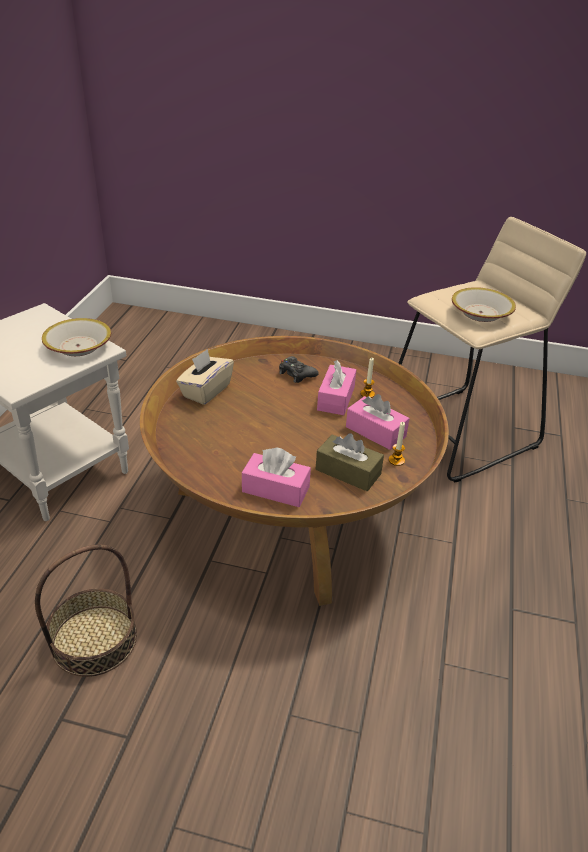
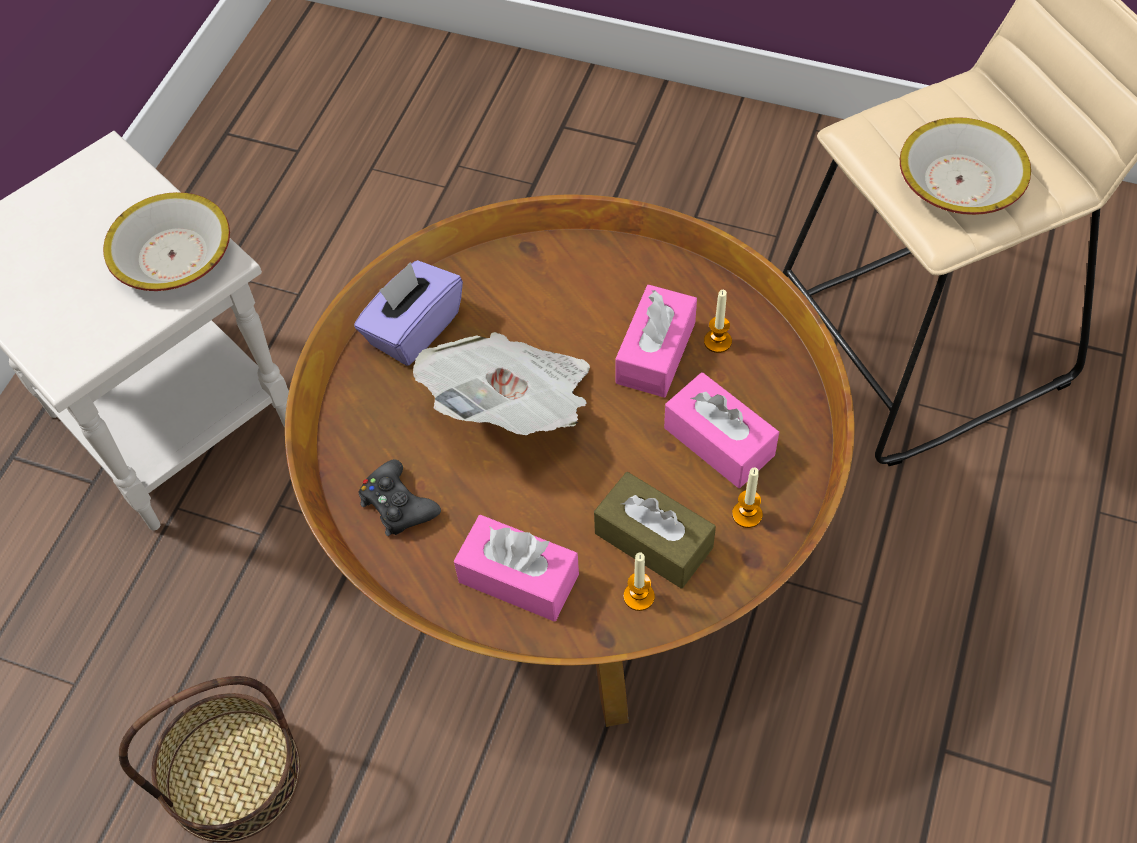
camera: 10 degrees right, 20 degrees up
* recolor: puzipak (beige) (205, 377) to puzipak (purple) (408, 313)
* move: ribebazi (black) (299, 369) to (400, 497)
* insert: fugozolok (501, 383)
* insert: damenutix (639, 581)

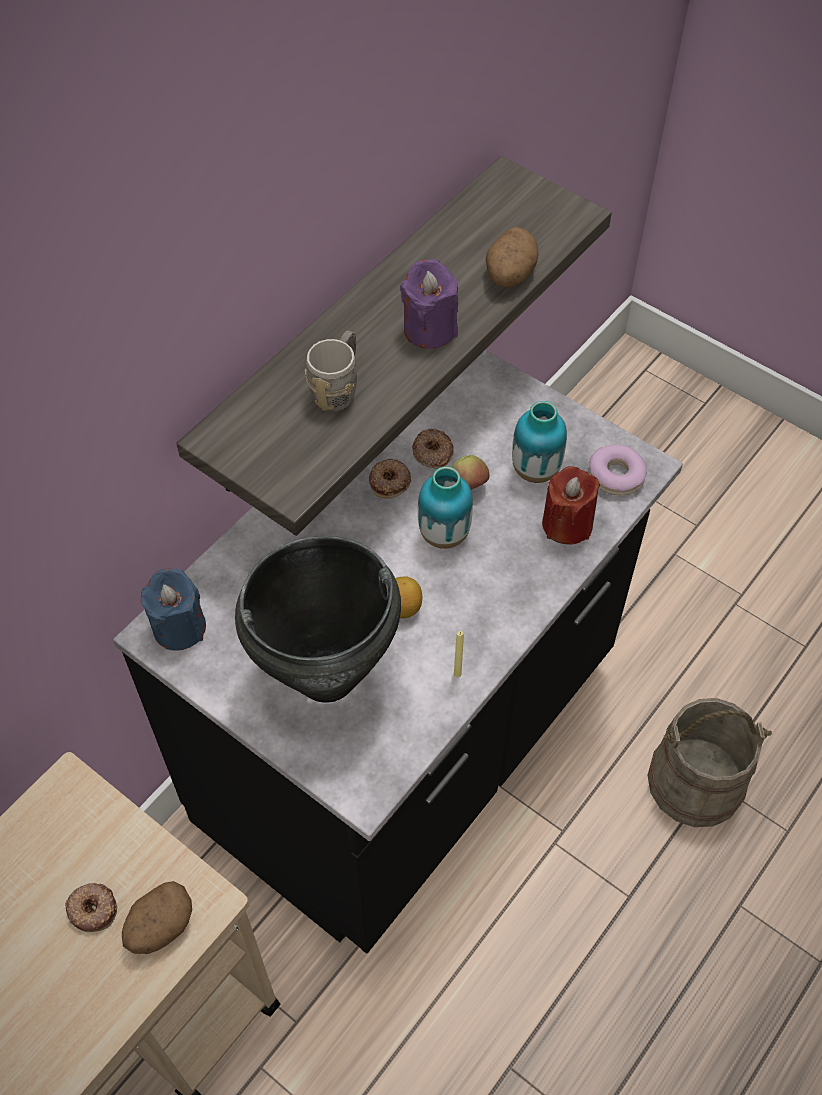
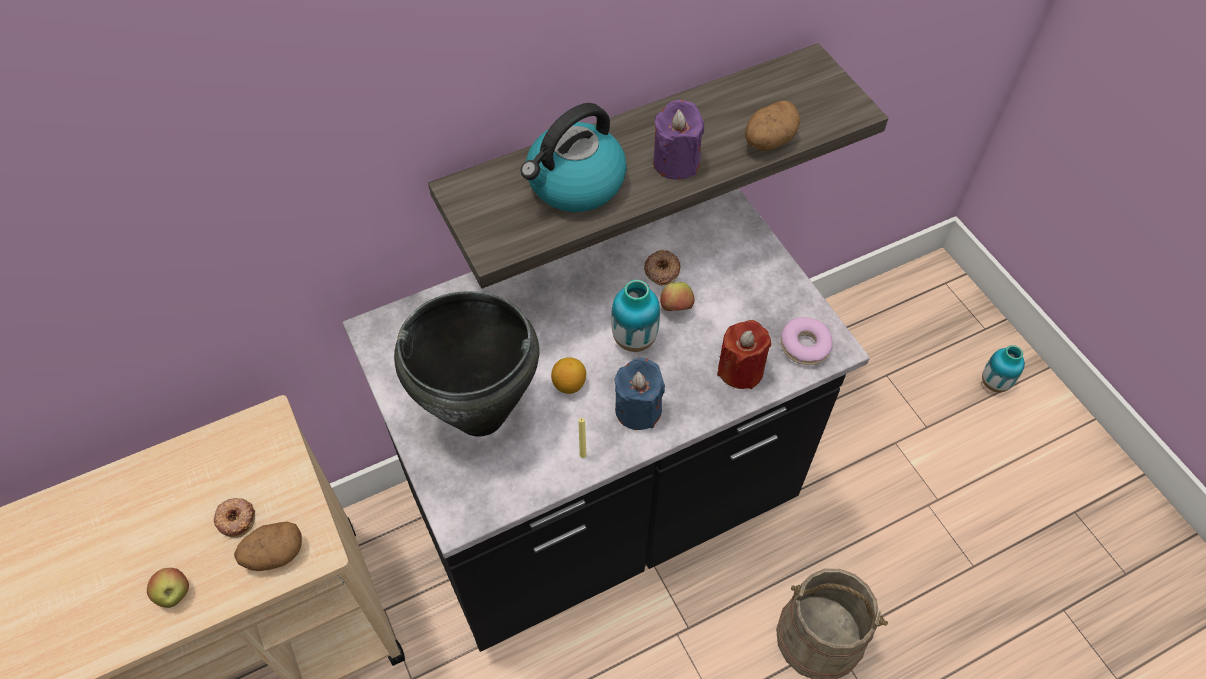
camera: 25 degrees right, 0 degrees up
* move: damenutix (blue) (173, 609) to (639, 394)
* replace: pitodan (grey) (331, 370) to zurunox (574, 157)
* delete: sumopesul (390, 478)
* move: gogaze (539, 442) to (1003, 369)
* insert: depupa (168, 588)

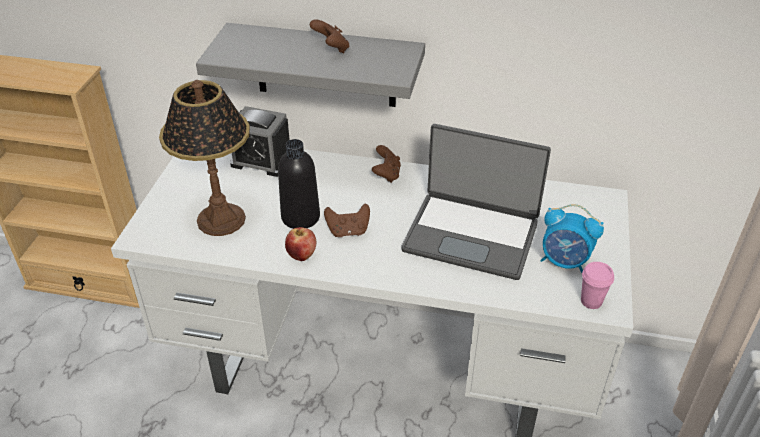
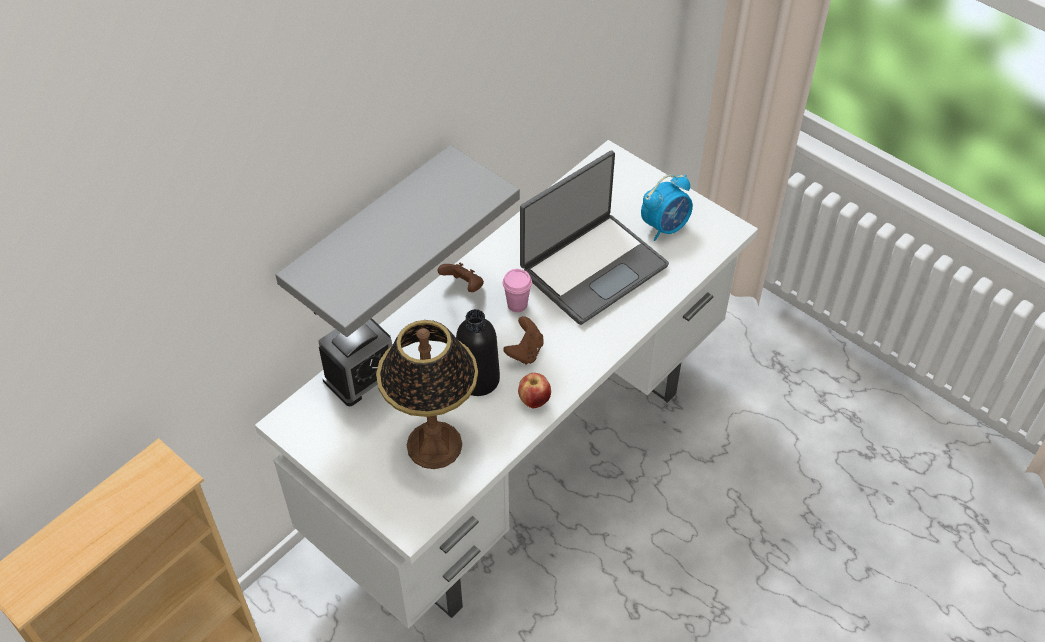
camera: 60 degrees left, 10 degrees up
* delete: ribebazi (brown) (329, 36)
* move: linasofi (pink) (597, 285) to (517, 290)

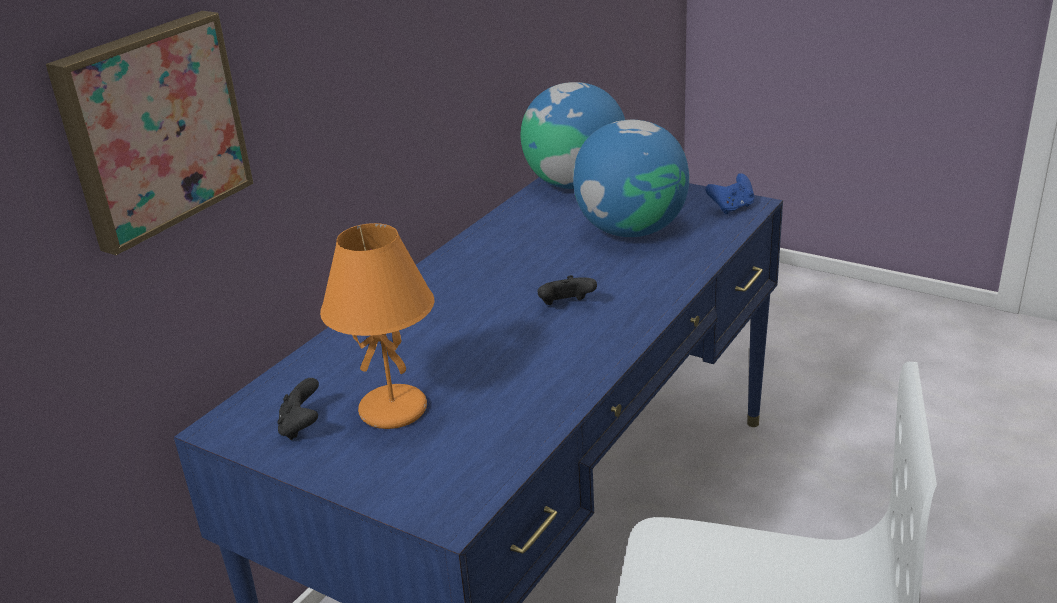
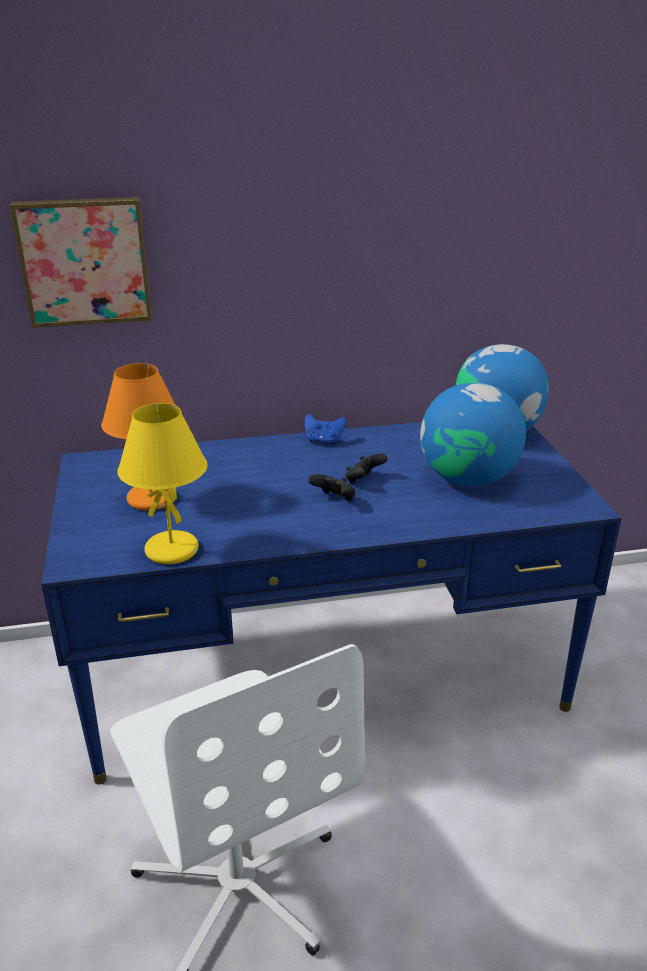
camera: 45 degrees right, 0 degrees up
* move: ribebazi (black) (298, 409) to (366, 468)
* move: ribebazi (blue) (730, 193) to (325, 429)
* insert: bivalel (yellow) (163, 483)

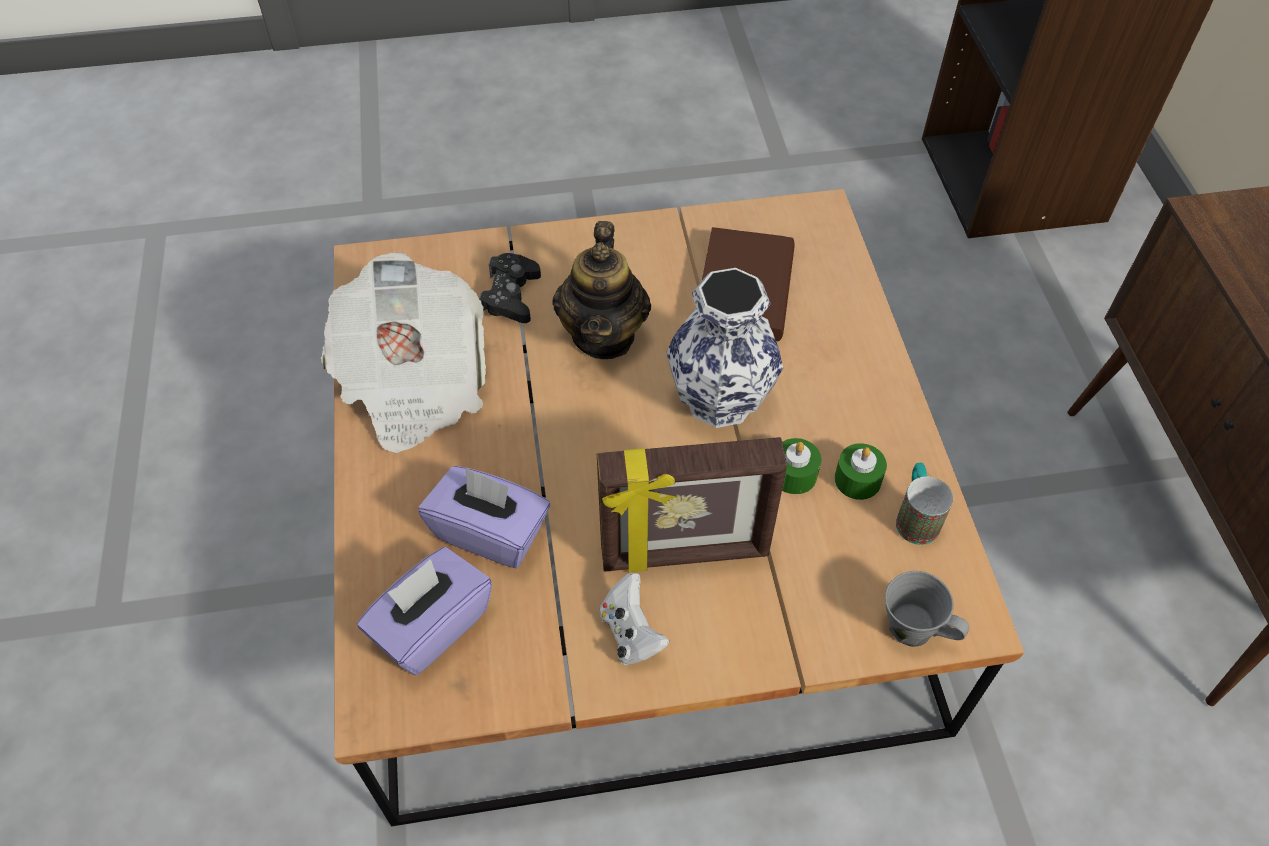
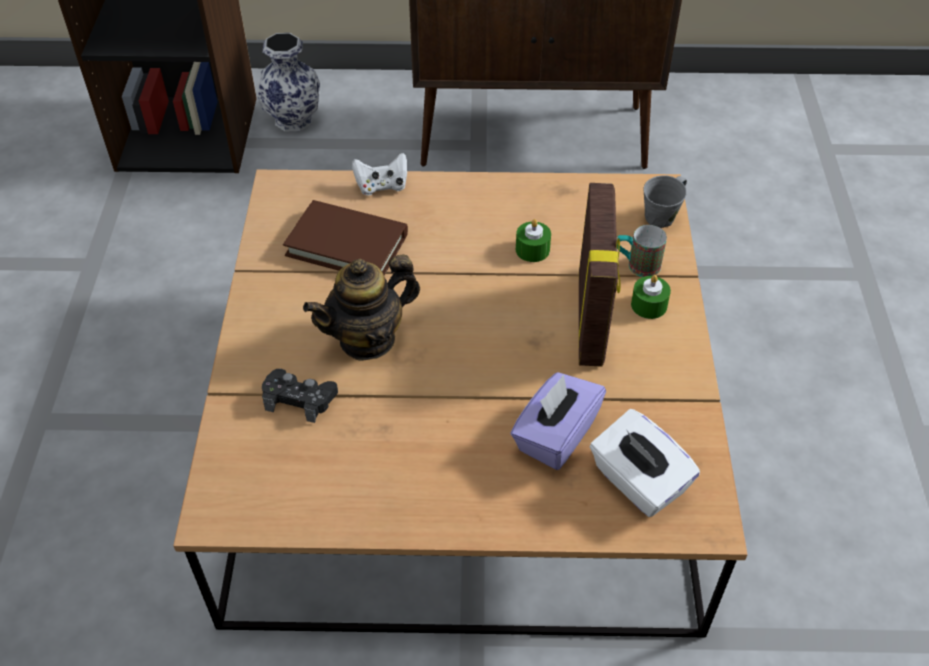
camera: 80 degrees left, 5 degrees down
* delete: fugozolok (403, 352)
* recolor: puzipak (purple) (424, 611) to puzipak (white) (645, 463)
* rotate: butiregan (602, 290) = (361, 308) 135 degrees clockwise
* move: ribebazi (white) (634, 619) to (379, 174)
* move: gogaze (724, 348) to (289, 82)
* move: damenutix (green) (860, 471) to (651, 297)
* move: pitodan (924, 504) to (642, 251)

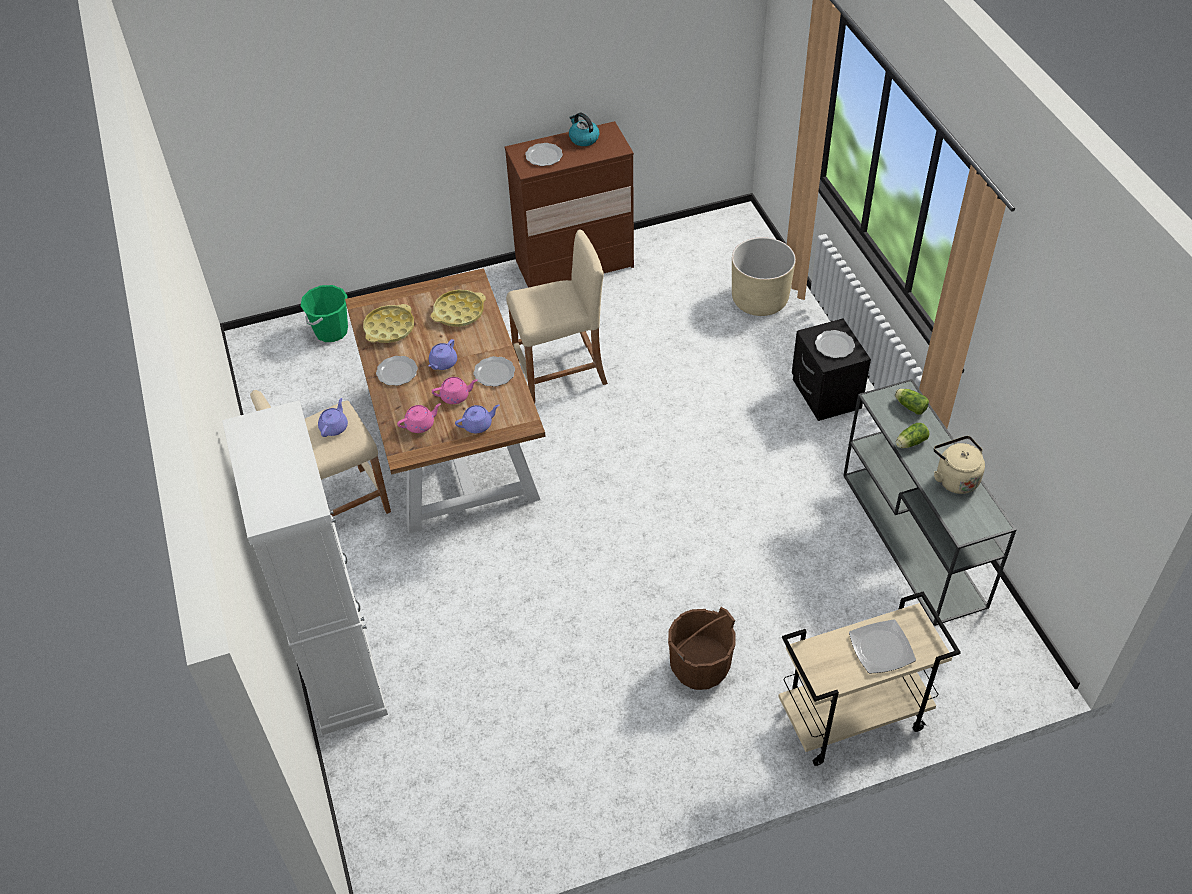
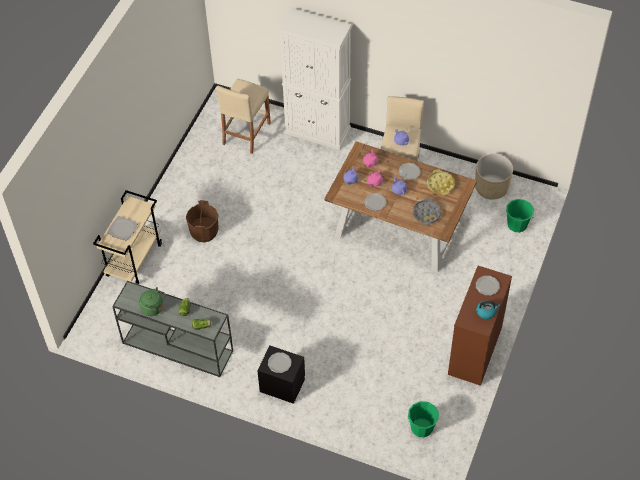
camera: 130 degrees right, 5 degrees up
* recolor: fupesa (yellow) (458, 308) to fupesa (grey) (427, 211)
* move: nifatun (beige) (557, 316) to (243, 116)
* move: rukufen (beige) (764, 276) to (494, 177)
* recolor: zurunox (beige) (959, 465) to zurunox (green) (152, 301)
* insert: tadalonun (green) (423, 419)

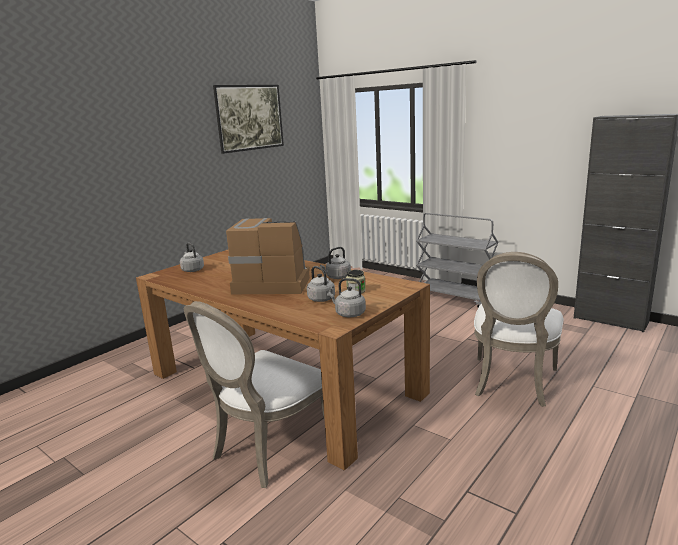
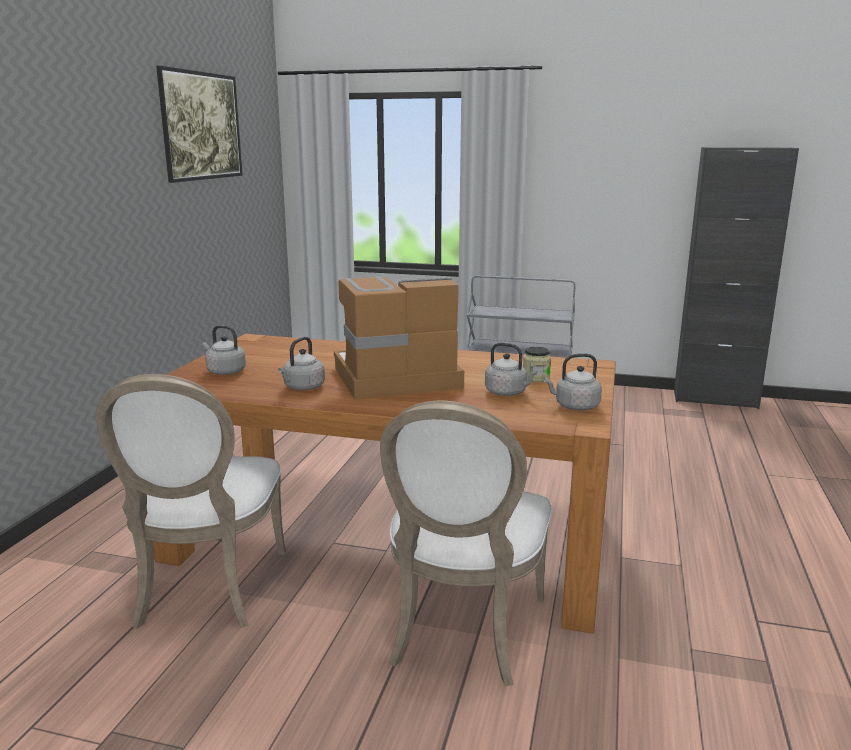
camera: 25 degrees left, 0 degrees up
* move: zurunox (grey) (335, 263) to (301, 363)
* move: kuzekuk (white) (519, 329) to (191, 501)

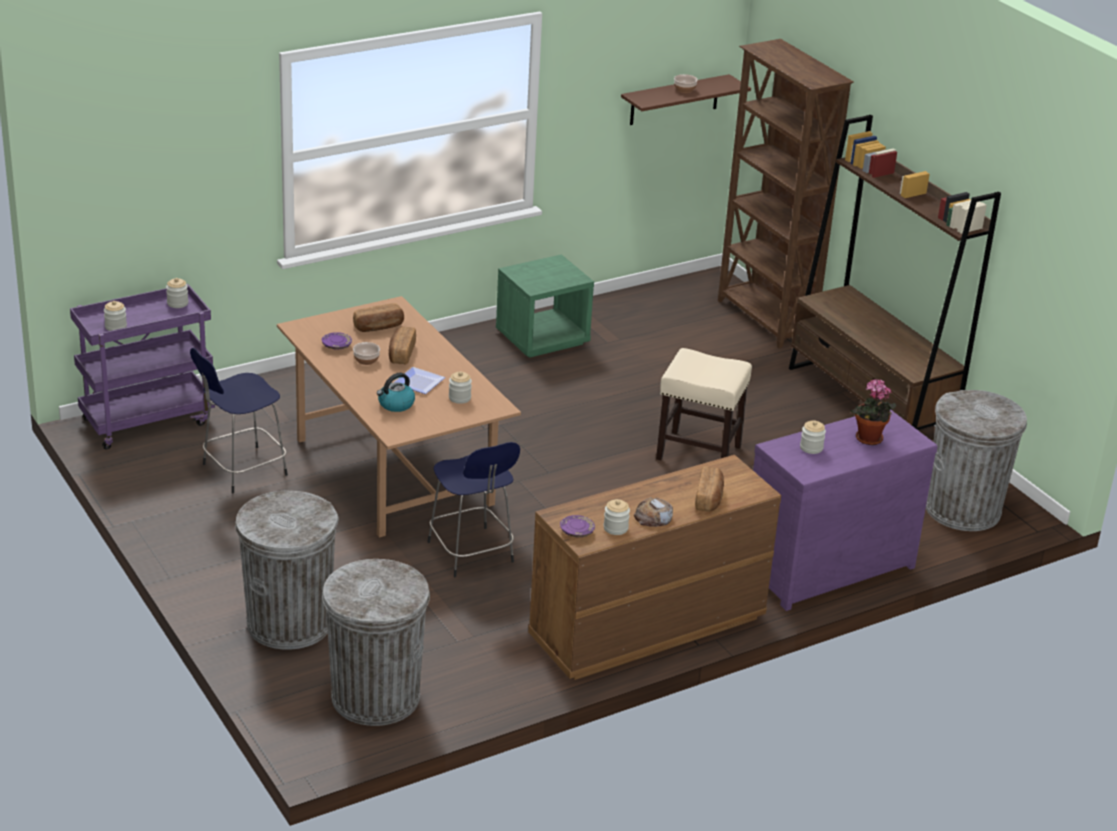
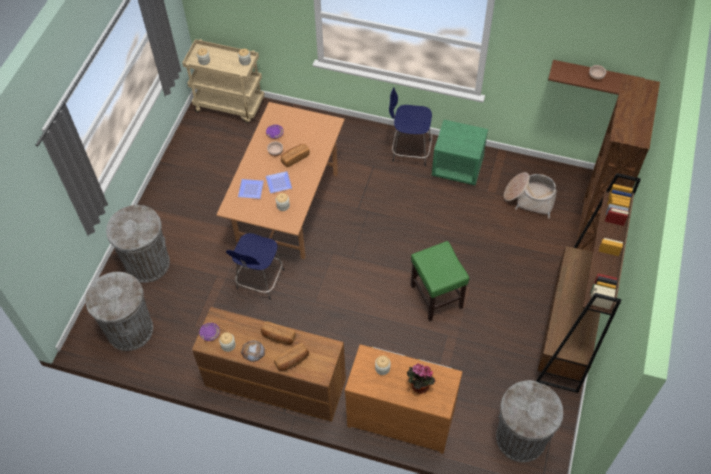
camera: 50 degrees right, 25 degrees up
* recolor: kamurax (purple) (142, 367) to kamurax (beige) (223, 81)
* move: nifatun (blue) (239, 420) to (410, 126)
* move: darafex (378, 317) to (278, 333)
* replace: zurunox (396, 392) to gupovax (251, 189)
* recolor: nifatun (beige) (704, 404) to nifatun (green) (440, 281)
* recolor: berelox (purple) (845, 510) to berelox (brown) (404, 399)
* insert: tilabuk (530, 195)

